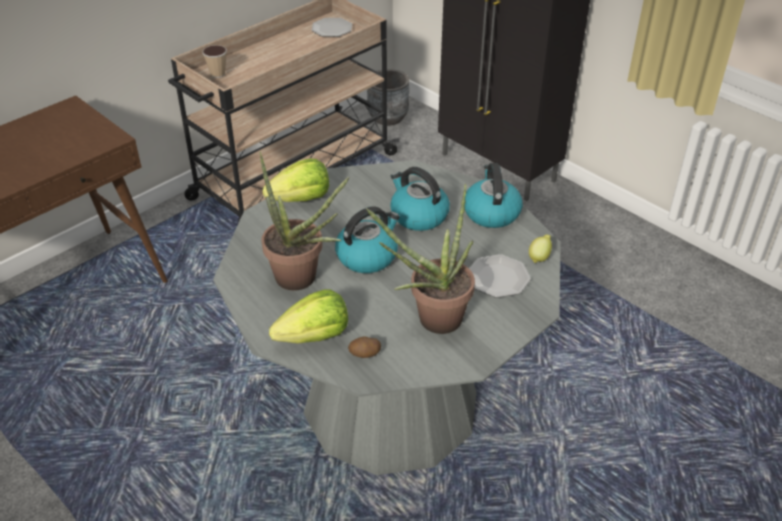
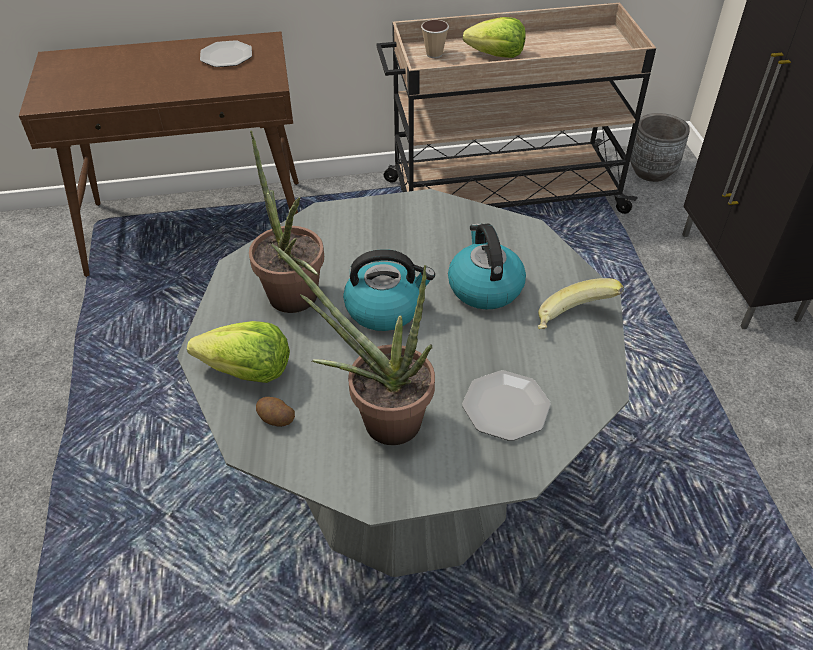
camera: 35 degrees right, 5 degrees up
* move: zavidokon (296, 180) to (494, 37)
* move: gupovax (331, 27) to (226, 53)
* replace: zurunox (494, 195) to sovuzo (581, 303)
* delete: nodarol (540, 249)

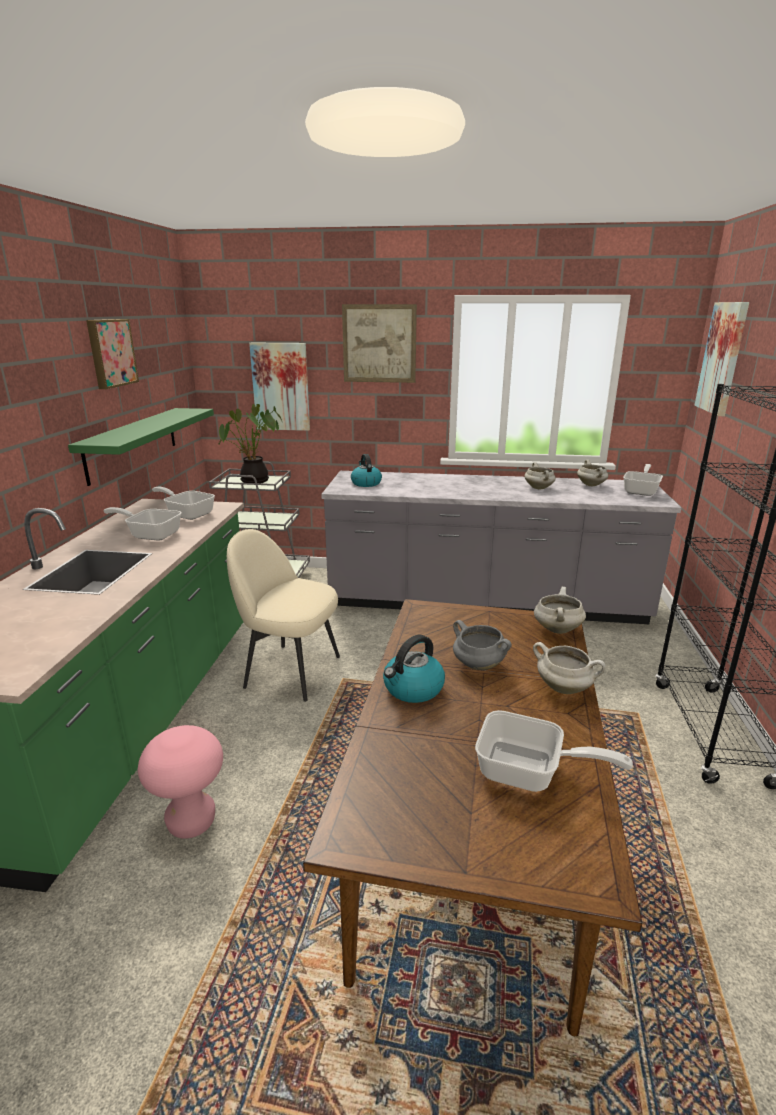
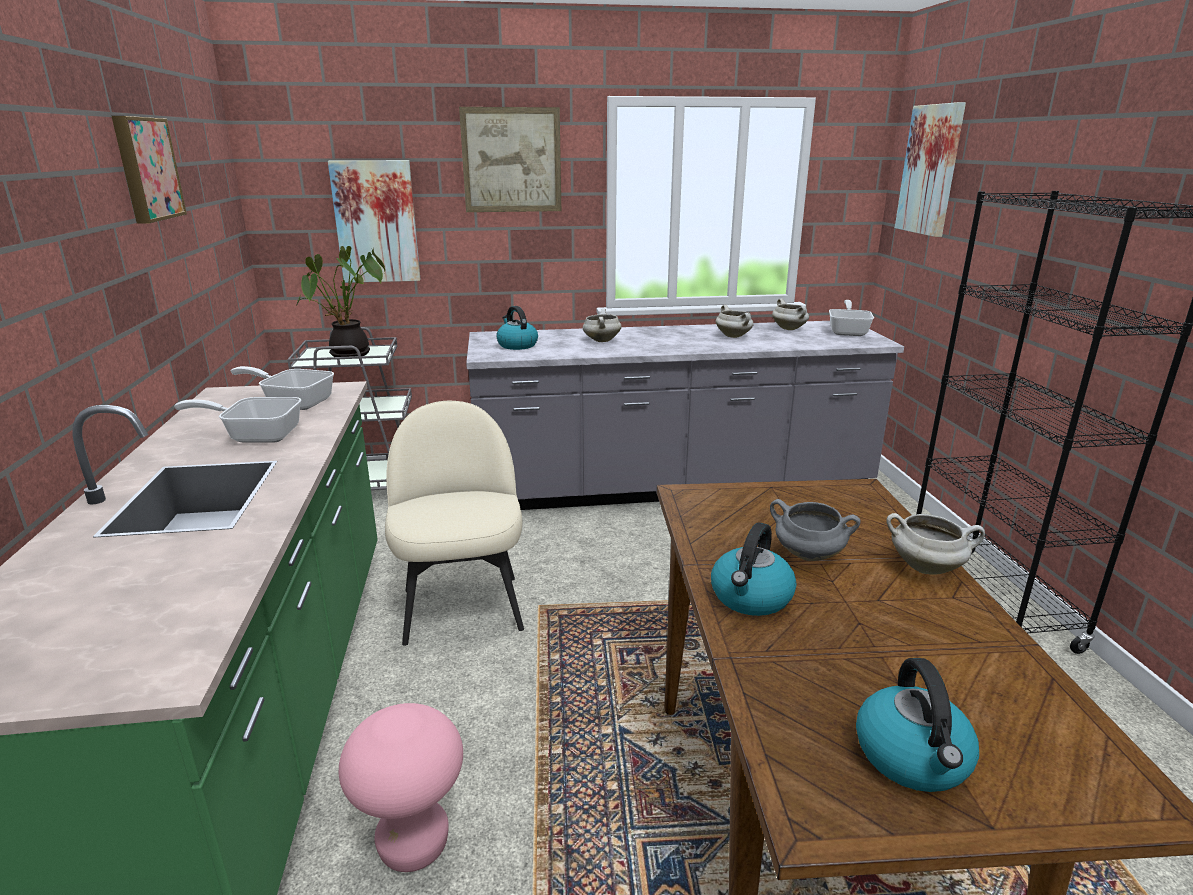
camera: 15 degrees left, 0 degrees up
* delete: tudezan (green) (141, 447)
* rotate: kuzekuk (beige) (283, 615) = (454, 523) 75 degrees clockwise
* delete: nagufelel (554, 751)
* move: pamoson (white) (560, 610) to (602, 325)
* insert: zurunox (917, 725)

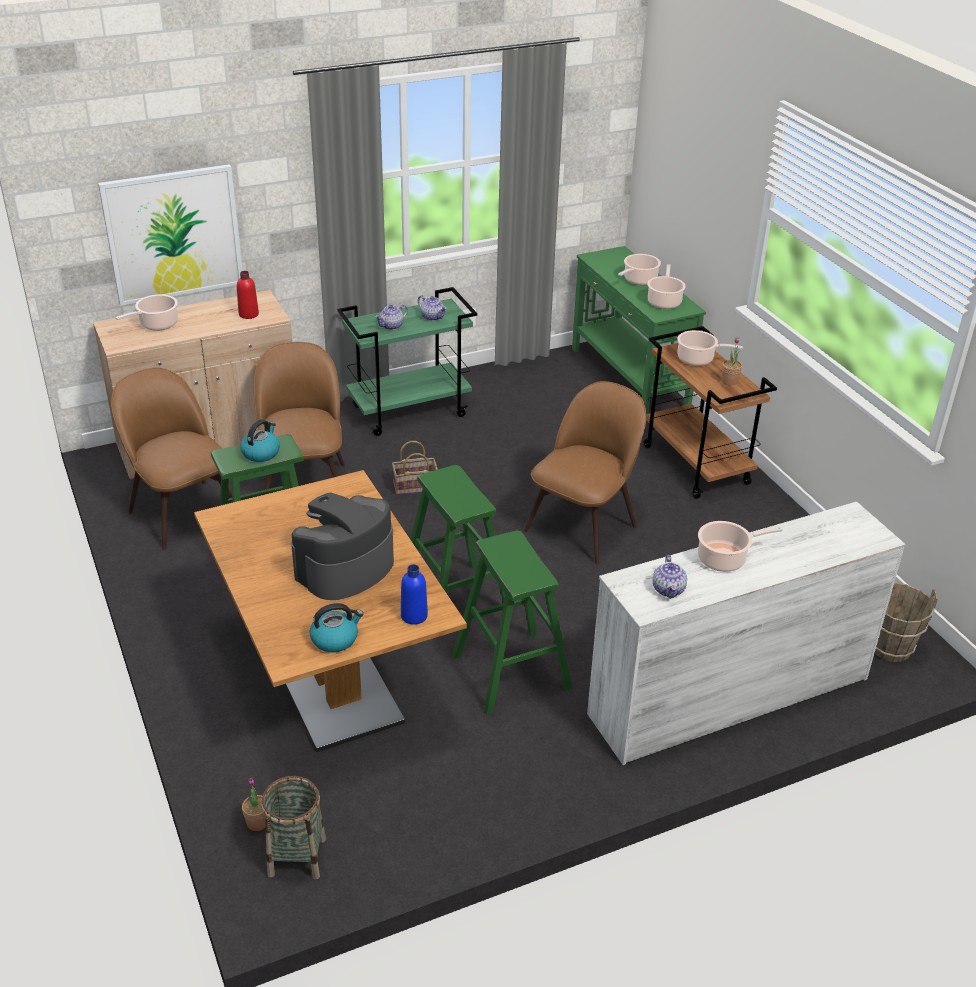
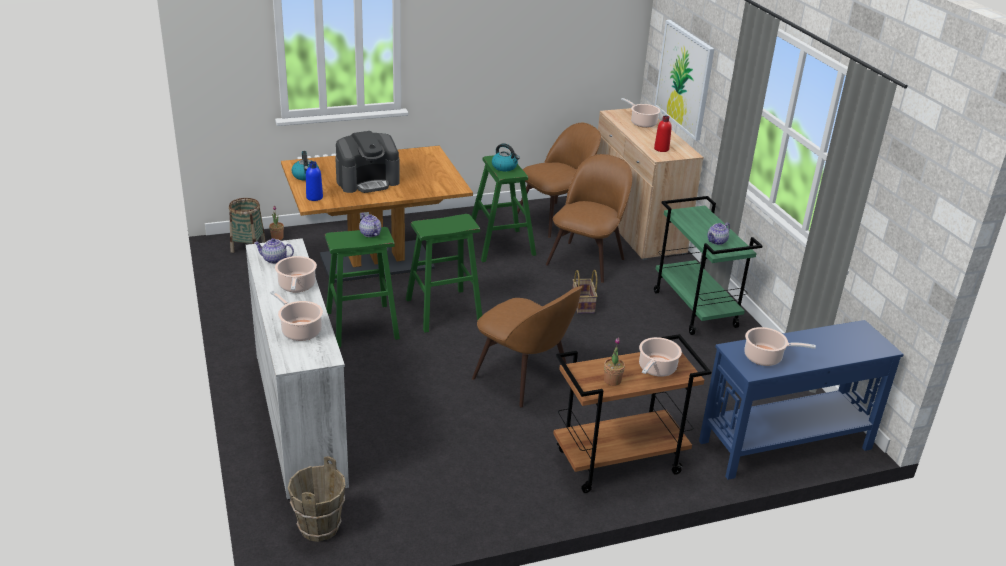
camera: 95 degrees right, 5 degrees down
* rotate: kuzekuk (brown) (299, 416) = (589, 218) 60 degrees counterclockwise
* rotate: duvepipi (342, 546) = (367, 162) 105 degrees clockwise
* move: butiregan (391, 317) to (370, 225)
* recolor: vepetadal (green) (639, 330) to vepetadal (blue) (801, 400)
* move: pamoson (639, 269) to (296, 315)

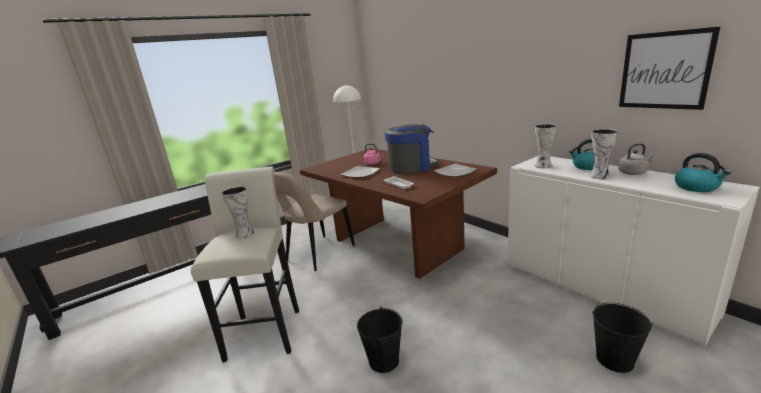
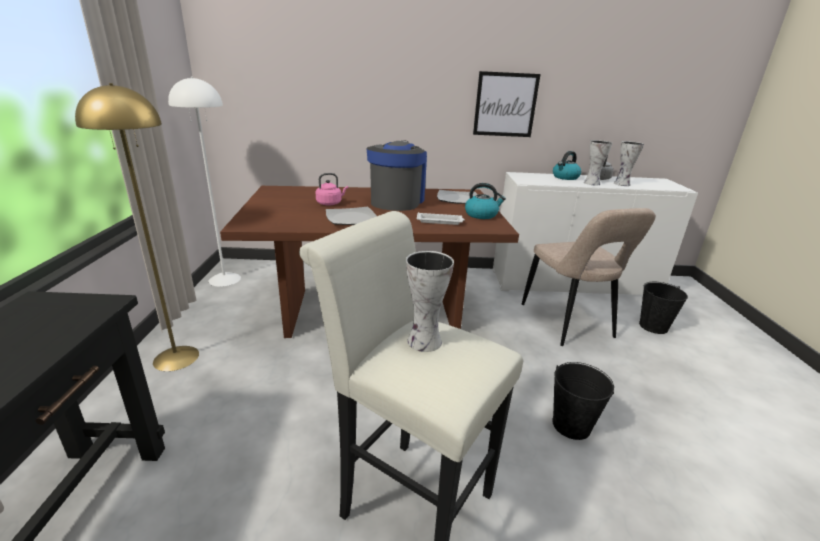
camera: 55 degrees left, 5 degrees up
* move: kuzekuk (beige) (314, 221) to (589, 277)
* move: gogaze (546, 146) to (629, 163)
* move: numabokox (670, 68) to (506, 104)
* move: zurunox (703, 172) to (485, 201)
* insert: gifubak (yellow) (137, 227)

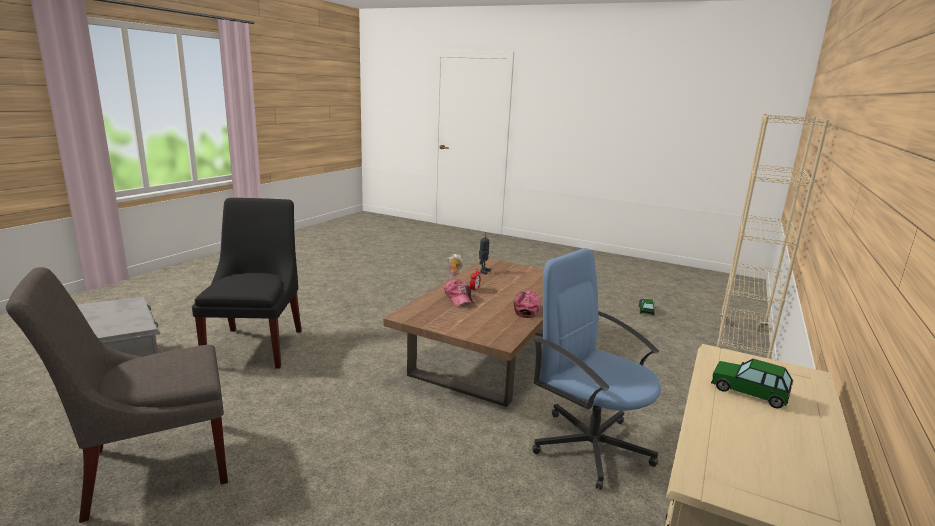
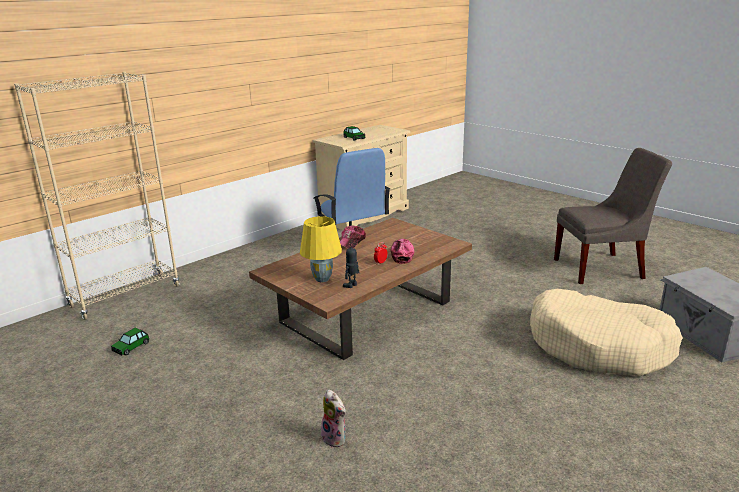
camera: 160 degrees left, 5 degrees up
* replace: kuzekuk (black) (247, 283) to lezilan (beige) (606, 332)
* insert: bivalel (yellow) (321, 249)

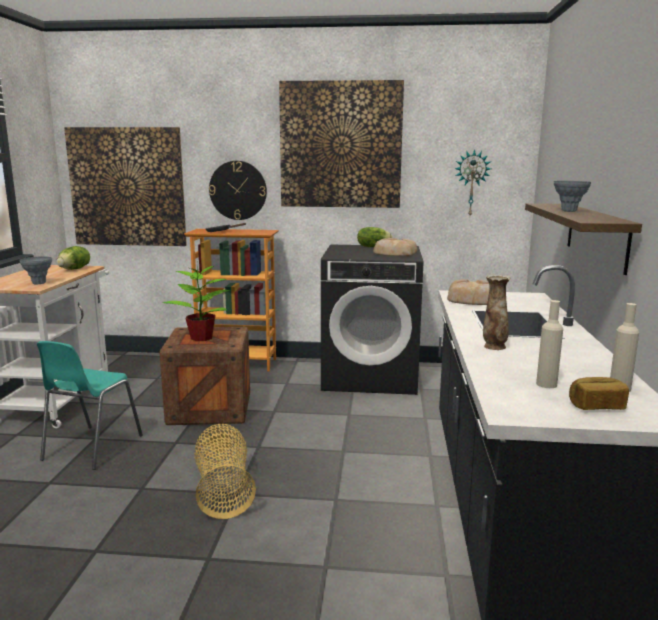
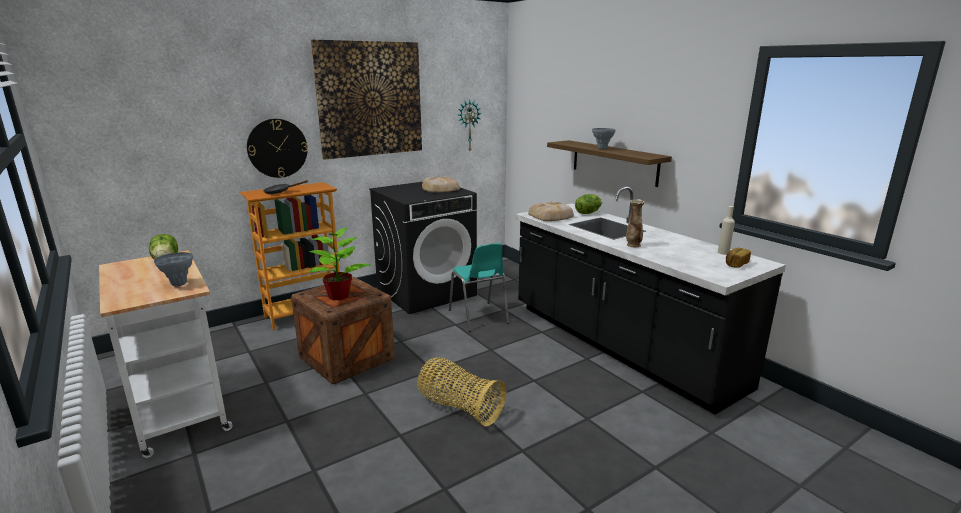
camera: 40 degrees left, 5 degrees up
* move: kuzekuk (turquoise) (90, 405) to (479, 287)
* delete: numabokox (125, 186)
* move: zavidokon (374, 237) to (588, 204)
* delete: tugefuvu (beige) (549, 344)

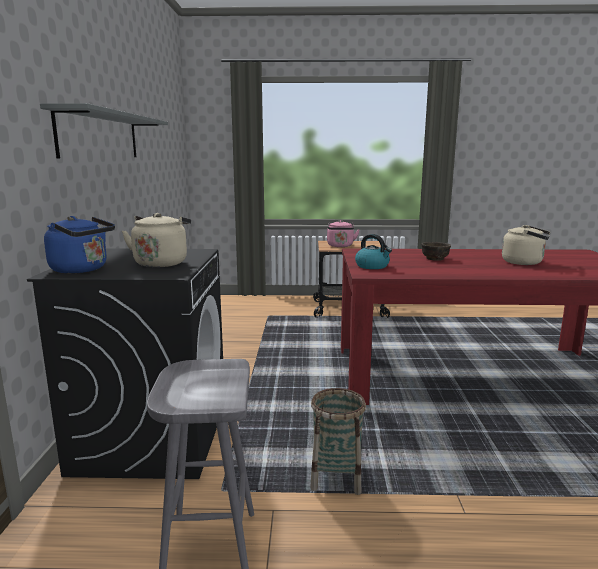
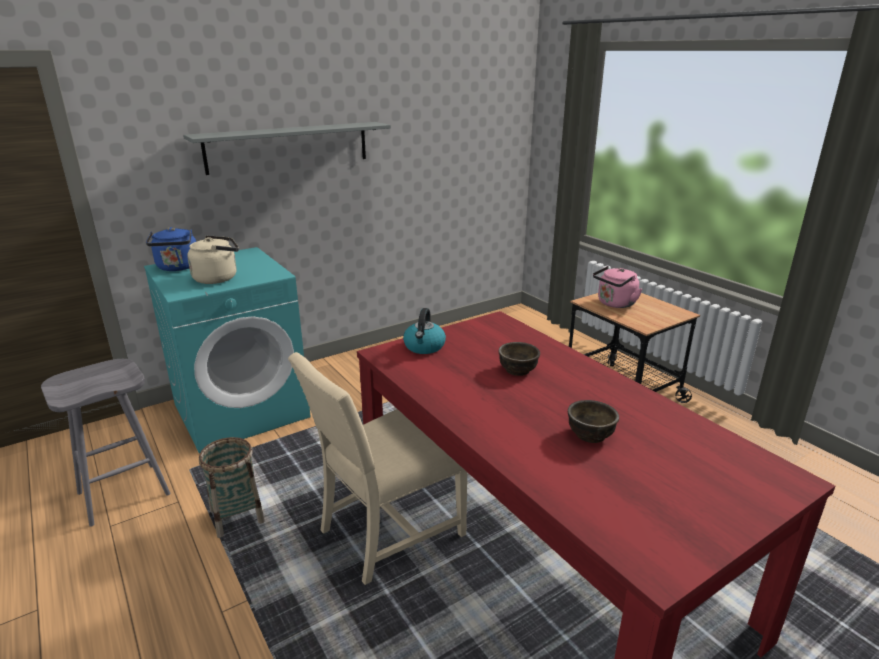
camera: 55 degrees right, 10 degrees up
* recolor: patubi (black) (125, 363) to patubi (turquoise) (227, 350)
* replace: zurunox (beige) (526, 245) to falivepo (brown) (593, 421)
* insert: kuzekuk (beige) (377, 468)

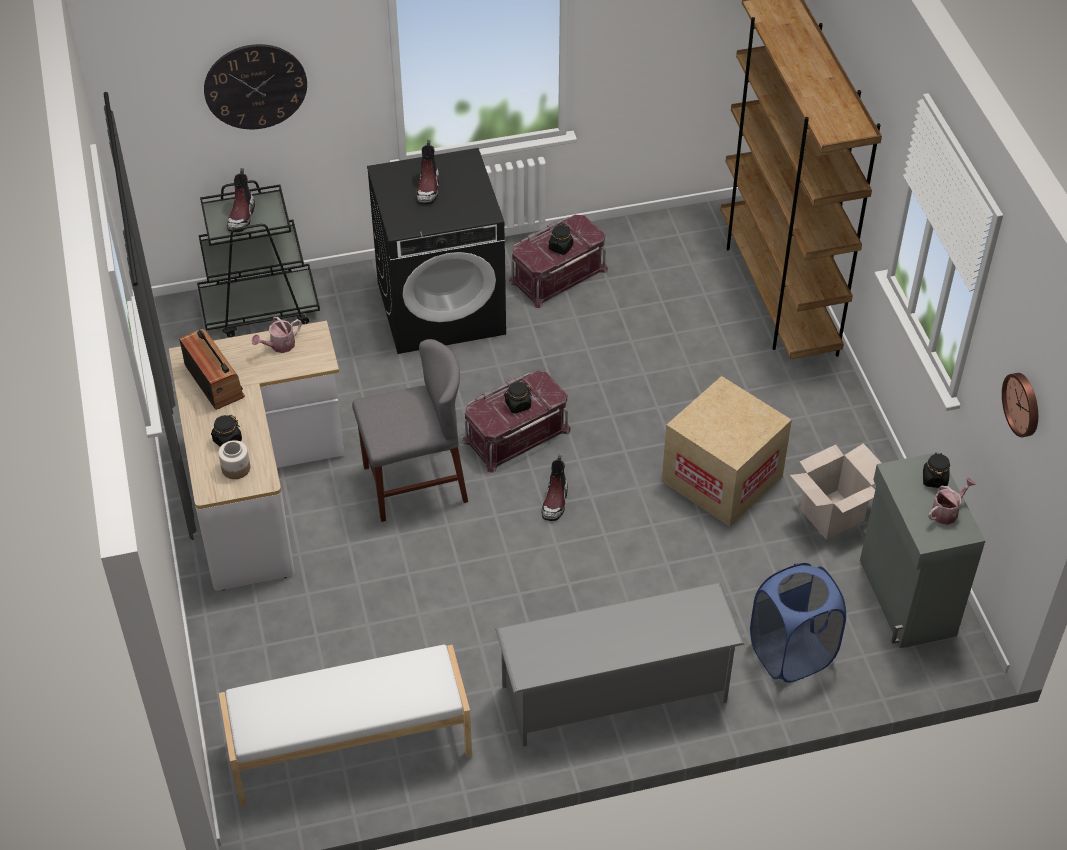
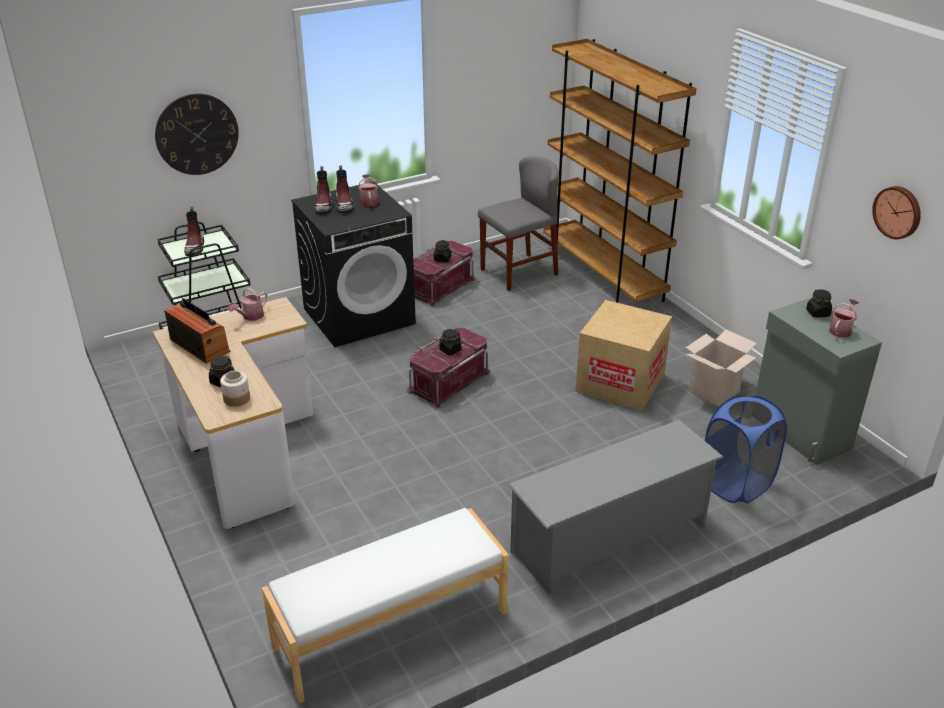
camera: 15 degrees left, 15 degrees down
* move: kuzekuk (grey) (410, 430) to (518, 224)
* move: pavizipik (555, 487) to (323, 190)
* insert: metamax (368, 190)

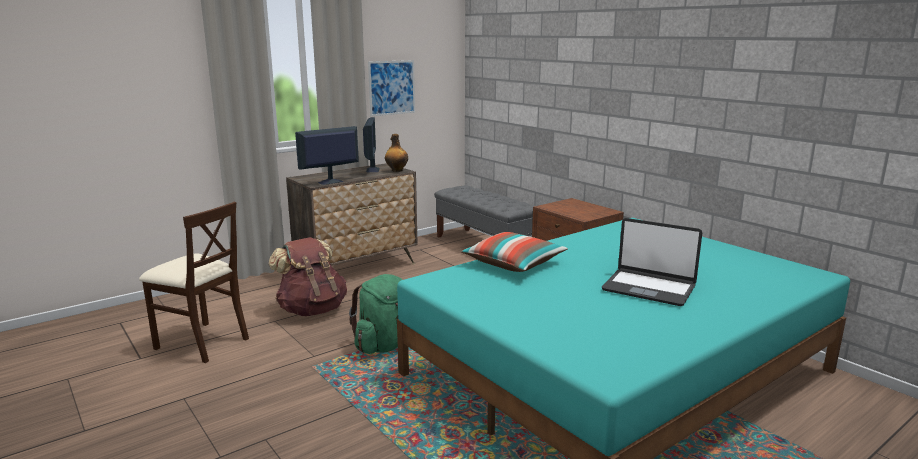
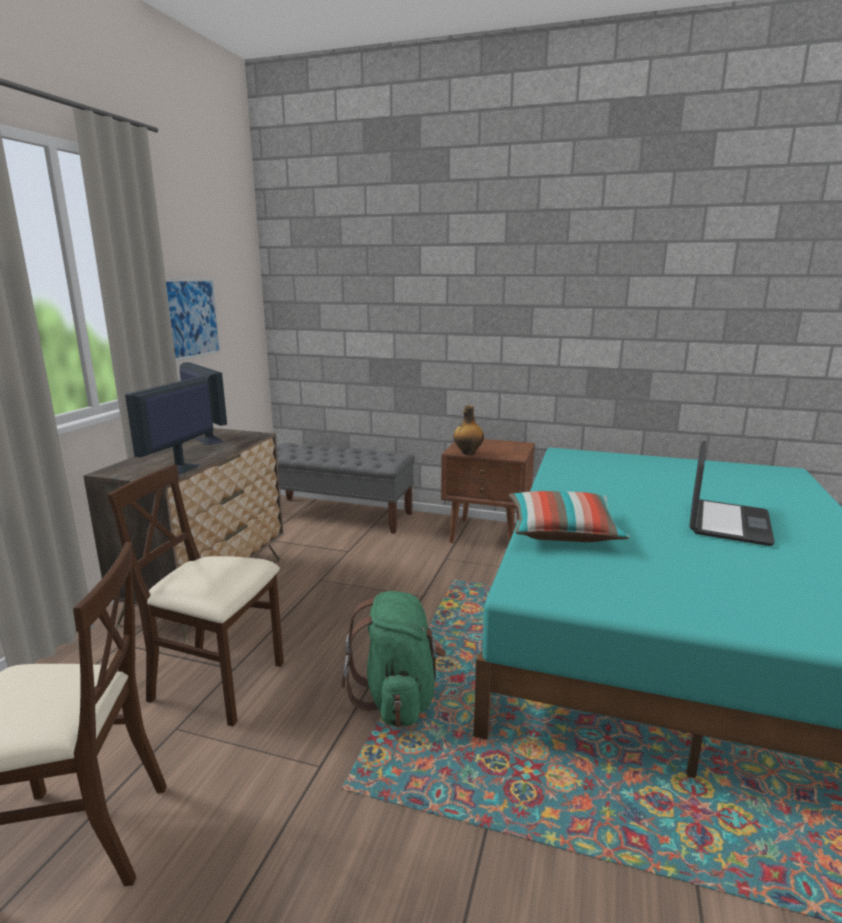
camera: 35 degrees left, 0 degrees up
* replace: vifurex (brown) (307, 276) to kuzekuk (beige) (195, 595)
* move: tugefuvu (396, 153) to (468, 430)
* rotate: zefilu (652, 262) = (732, 493) 60 degrees counterclockwise

